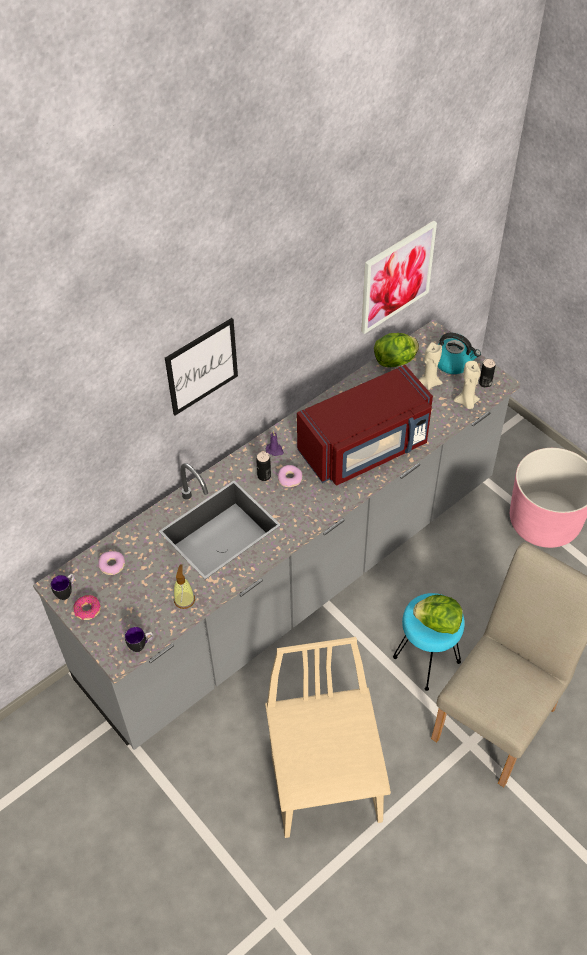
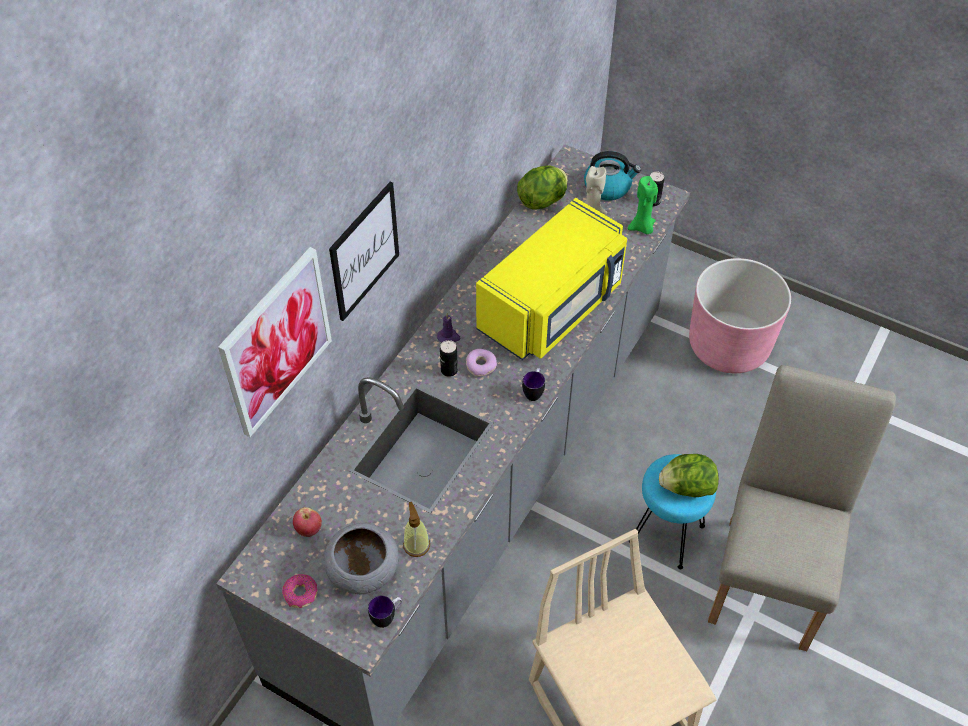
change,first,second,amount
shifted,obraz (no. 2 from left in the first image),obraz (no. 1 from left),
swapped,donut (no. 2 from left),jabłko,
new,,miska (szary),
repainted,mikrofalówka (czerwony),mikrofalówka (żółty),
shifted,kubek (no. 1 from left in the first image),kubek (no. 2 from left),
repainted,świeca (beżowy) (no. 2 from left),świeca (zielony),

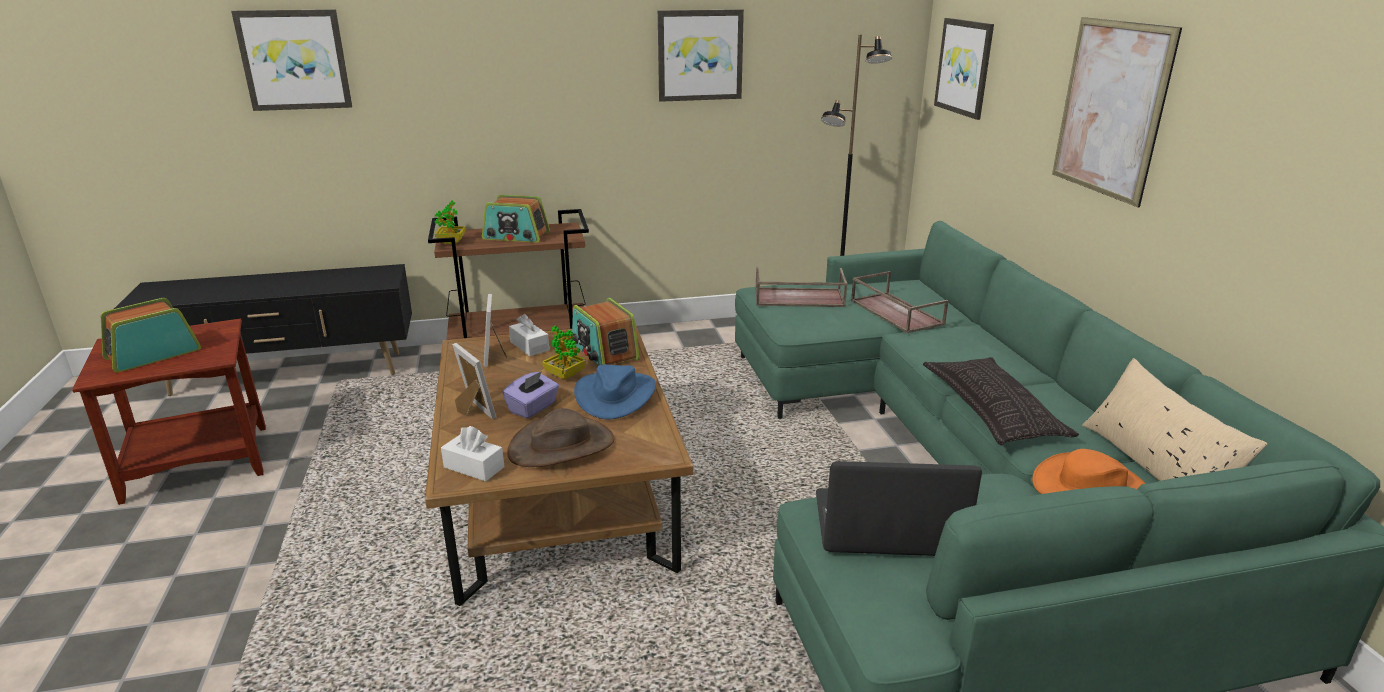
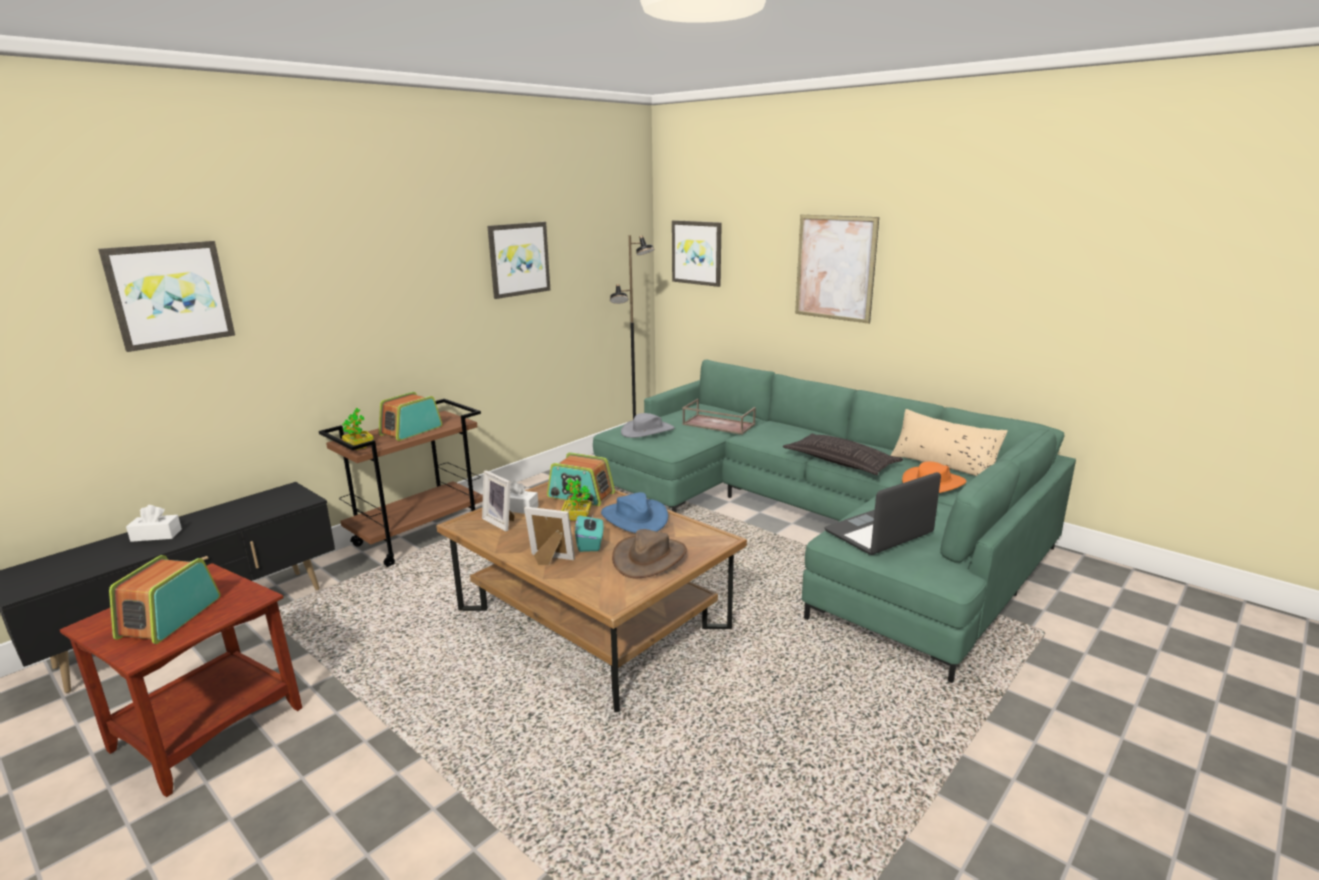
change,first,second,amount
shifted,pudełko chusteczek (biały) (no. 1 from left),,
rotated,radio (no. 2 from left),,150 degrees clockwise
repainted,pudełko chusteczek (fioletowy),pudełko chusteczek (turkusowy),
swapped,taca (brązowy) (no. 1 from left),kapelusz (szary),

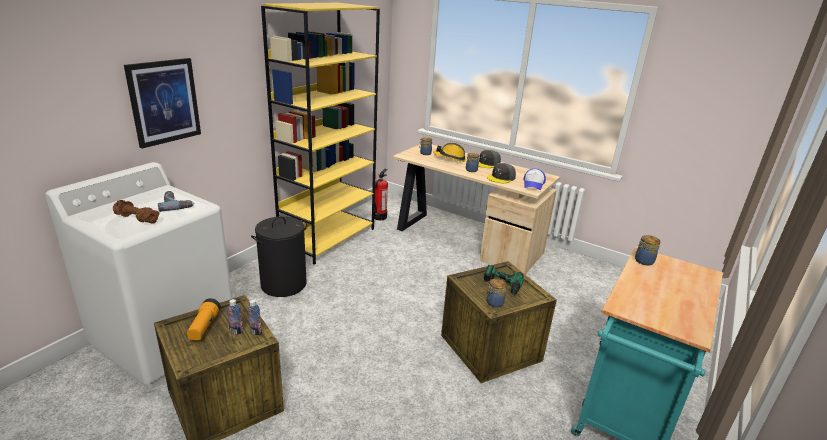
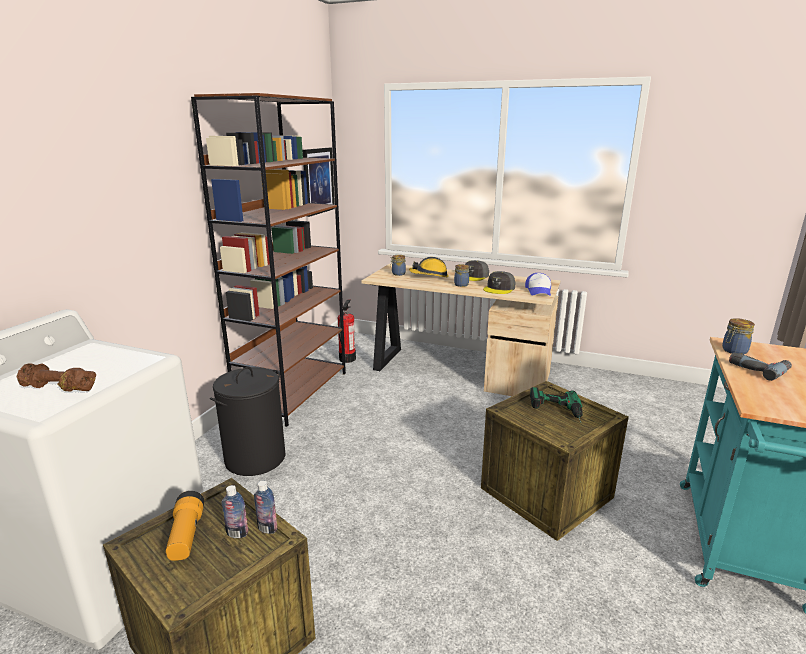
change,first,second,amount
repainted,regał (żółty),regał (brązowy),
shifted,obraz,,
shifted,wiertarka (no. 1 from left in the first image),wiertarka (no. 2 from left),
gone,słoik (no. 3 from left),,

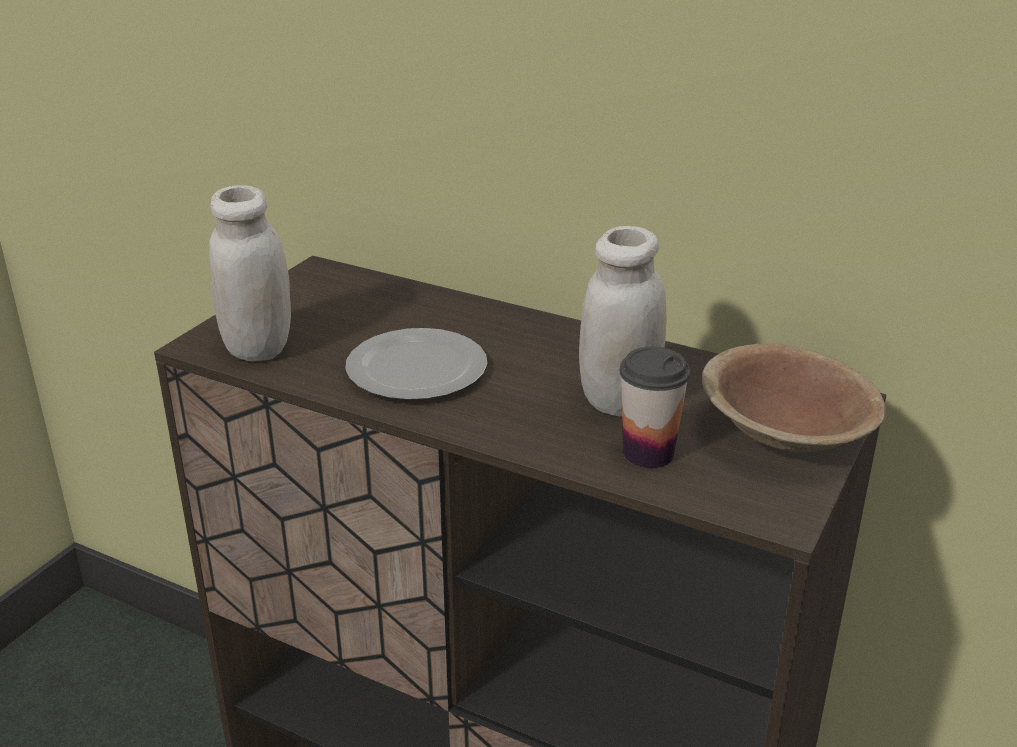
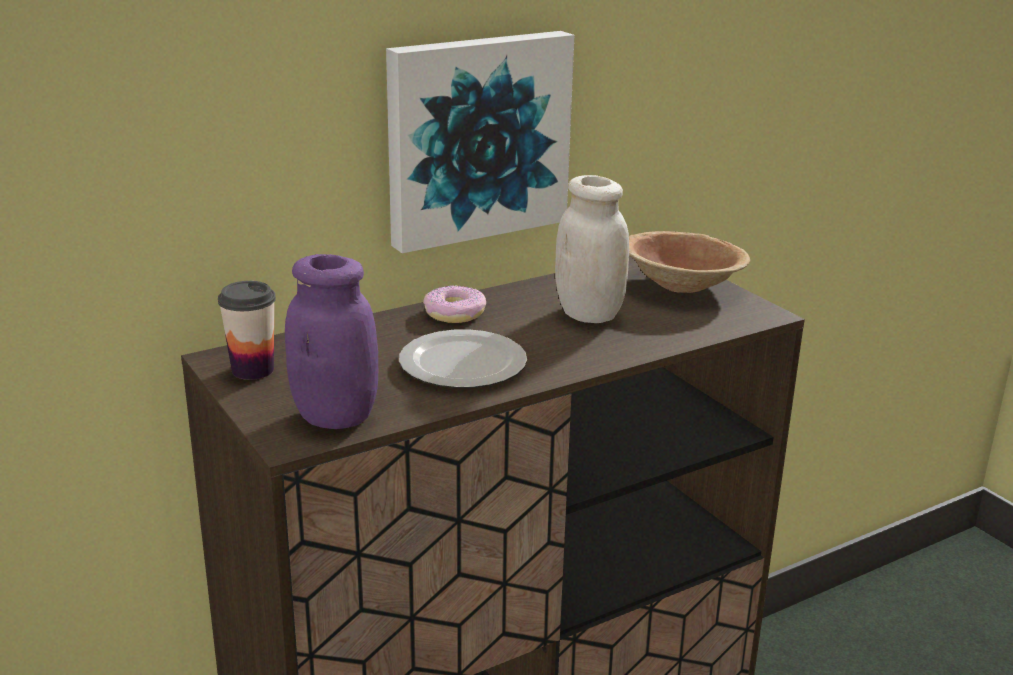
change,first,second,amount
shifted,filiżanka,,
repainted,słoik (biały) (no. 1 from left),słoik (fioletowy),
new,,obraz,
new,,donut,

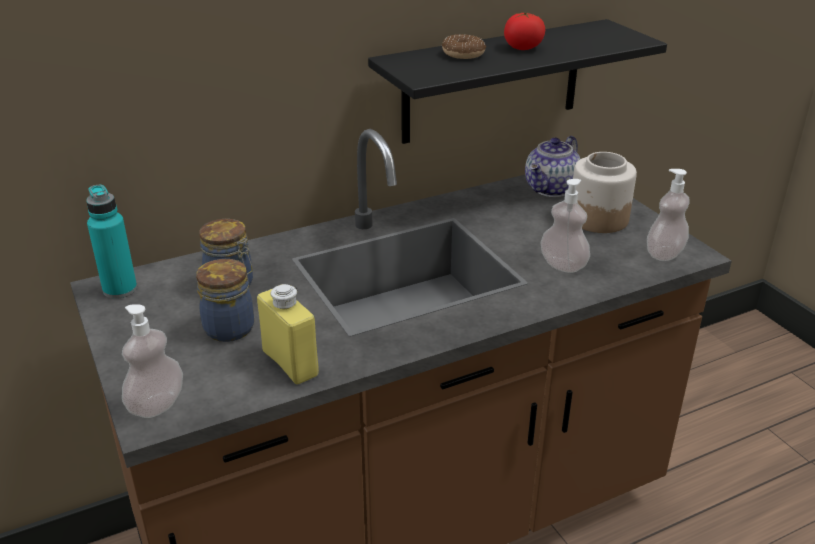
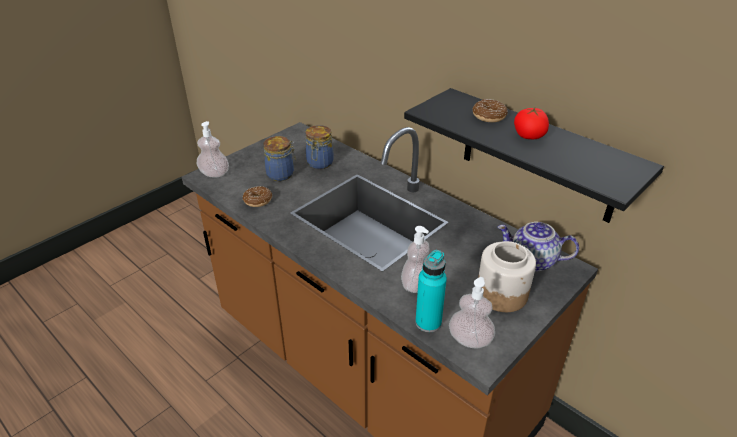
change,first,second,amount
swapped,butelka (żółty),donut (no. 1 from left),
shifted,butelka (turkusowy),,

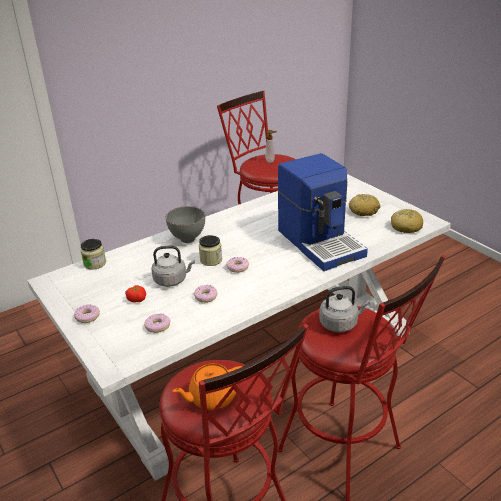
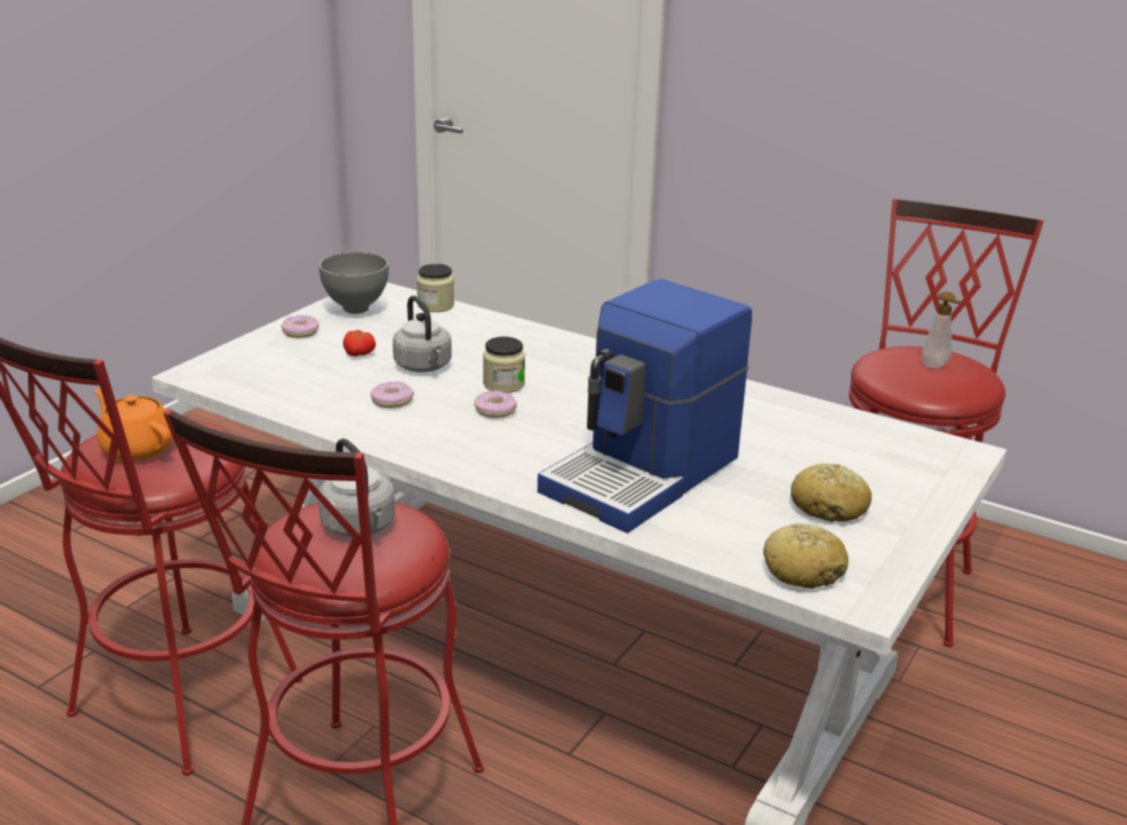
change,first,second,amount
shifted,miska (szary),,
gone,donut (no. 2 from left),,

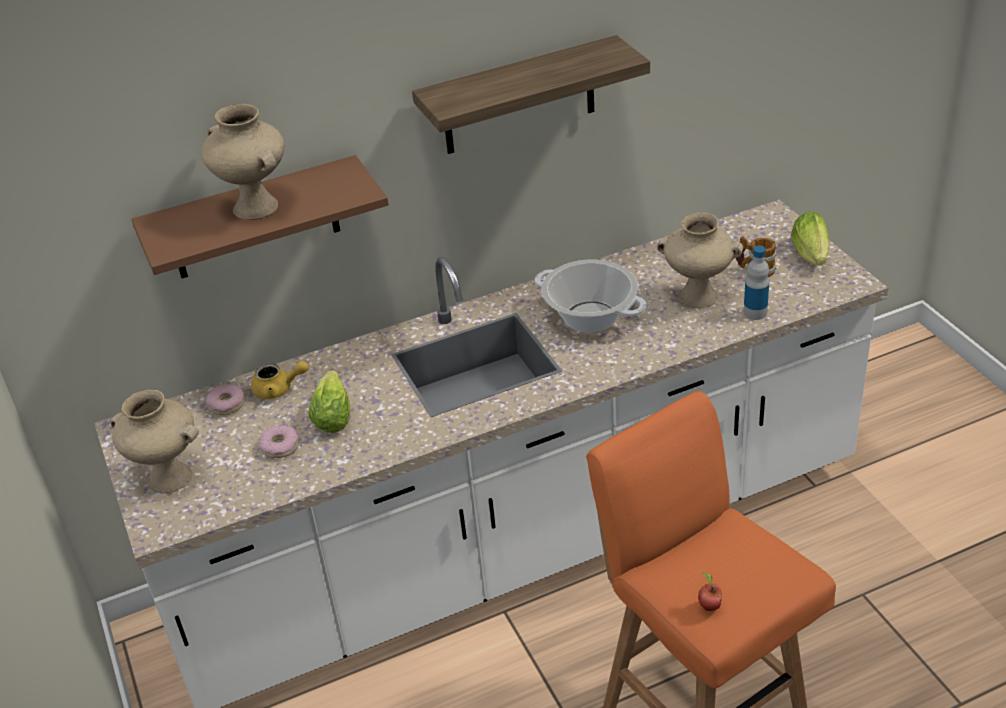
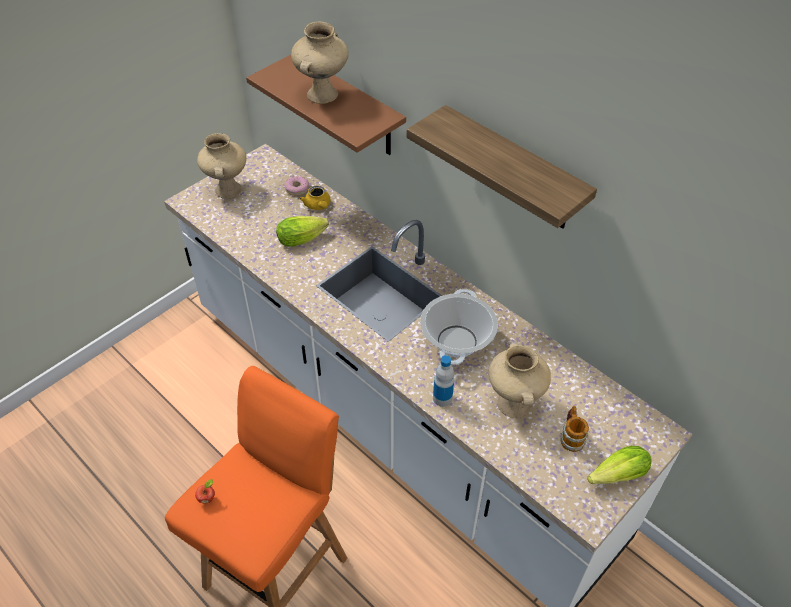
change,first,second,amount
shifted,butelka,,
gone,donut (no. 2 from left),,

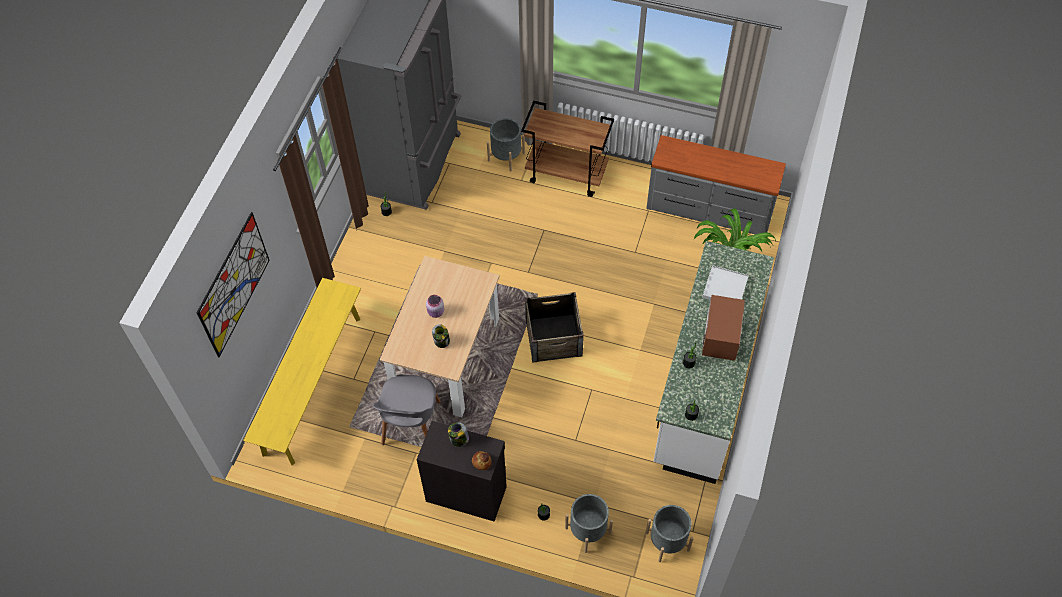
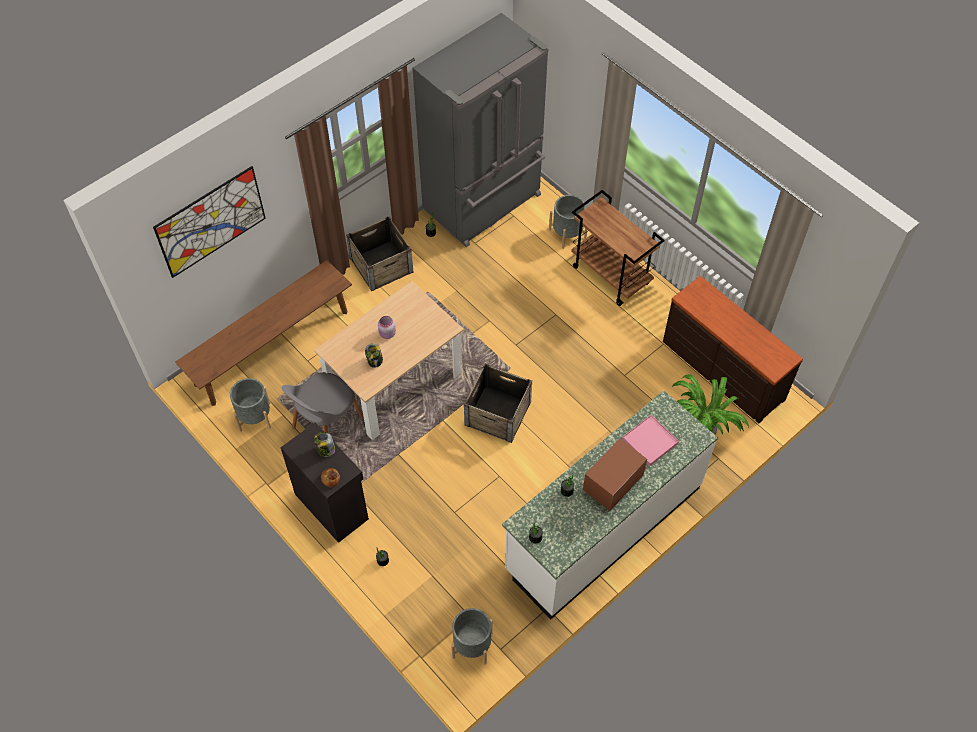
change,first,second,amount
repainted,ławka (żółty),ławka (brązowy),
shifted,donica (szary) (no. 2 from left in the first image),donica (szary) (no. 1 from left),
new,,skrzynka (no. 1 from left),
repainted,taca (biały),taca (różowy),
repainted,komoda (szary),komoda (brązowy),

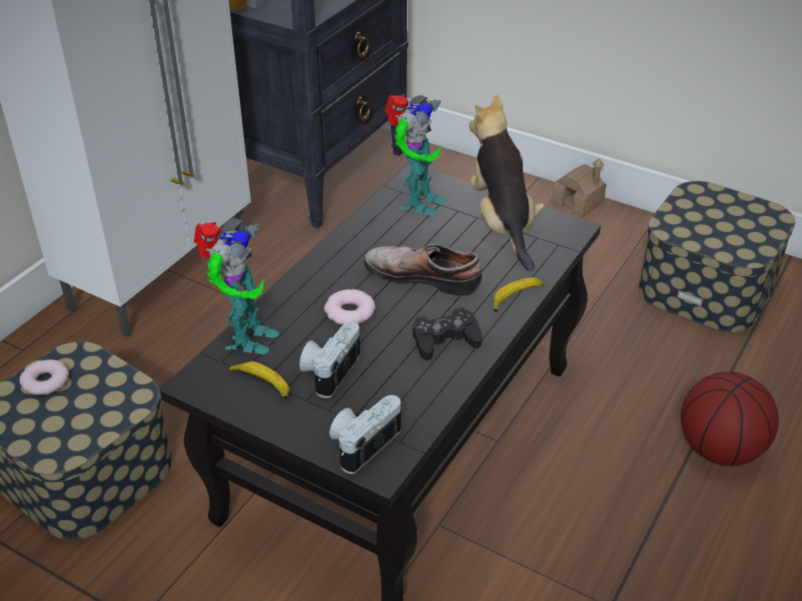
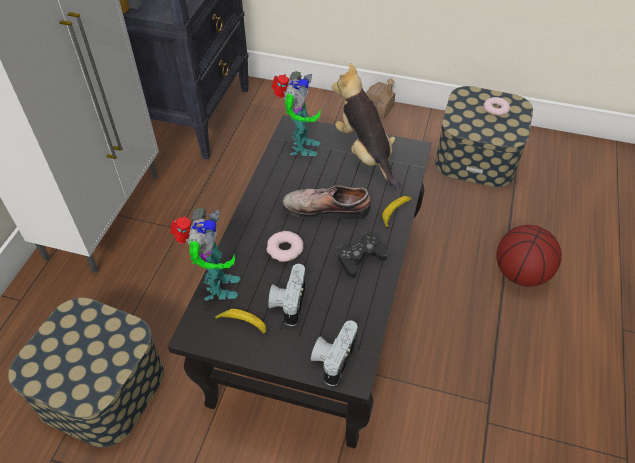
change,first,second,amount
shifted,donut (no. 1 from left in the first image),donut (no. 2 from left),

